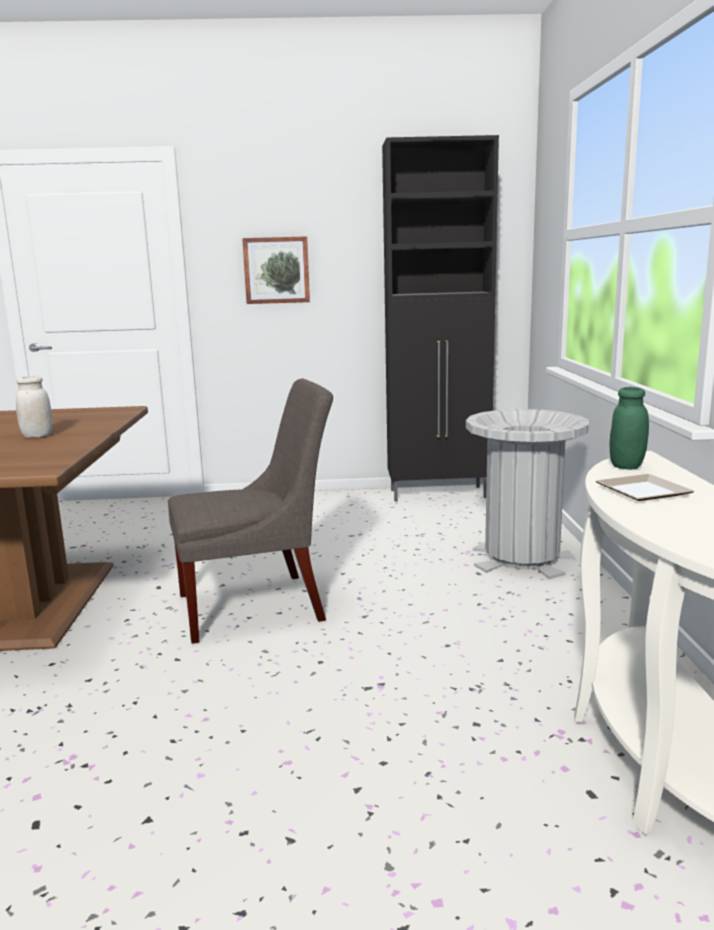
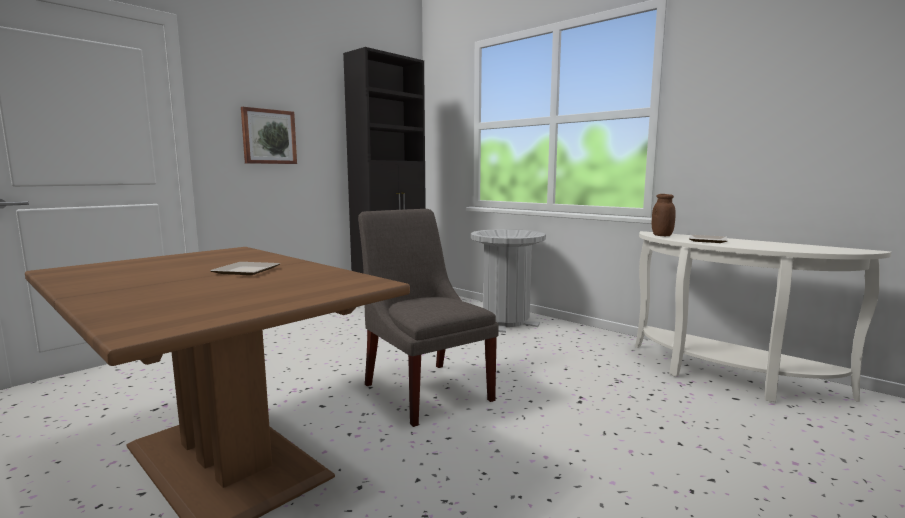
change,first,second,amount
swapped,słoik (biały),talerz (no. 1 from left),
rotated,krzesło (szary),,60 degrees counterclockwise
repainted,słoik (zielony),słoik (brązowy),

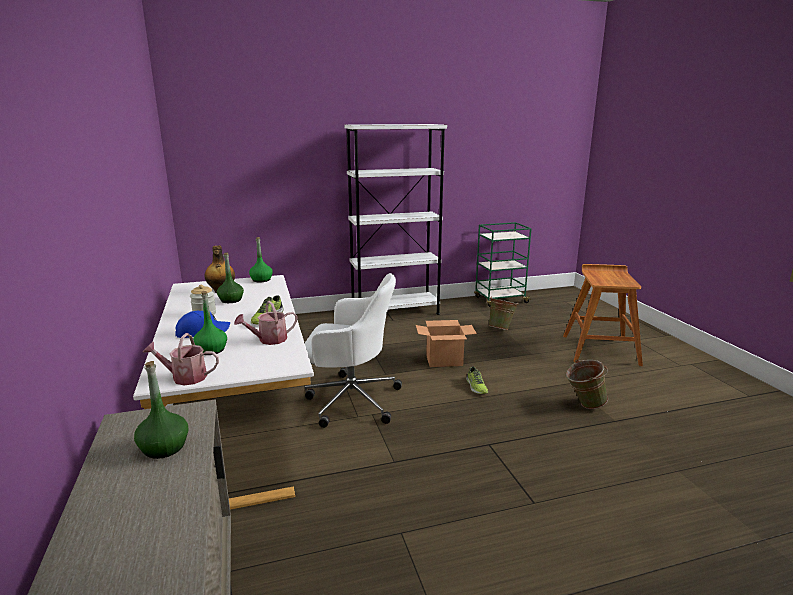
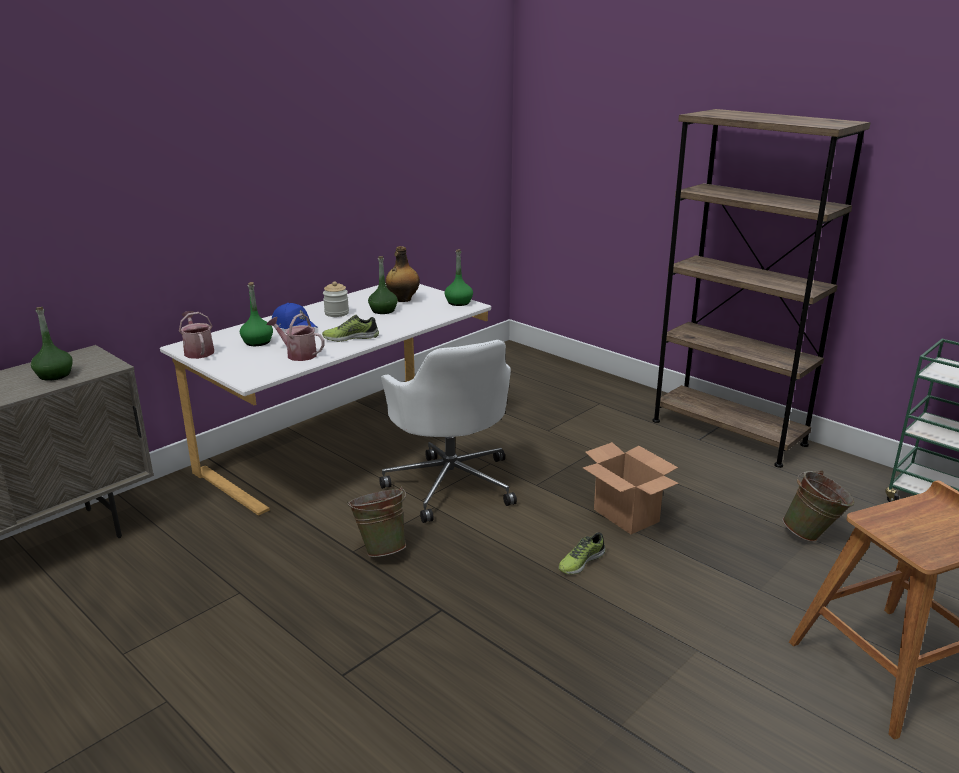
change,first,second,amount
shifted,wiadro (zielony) (no. 2 from left in the first image),wiadro (zielony) (no. 1 from left),
repainted,regał (biały),regał (brązowy),

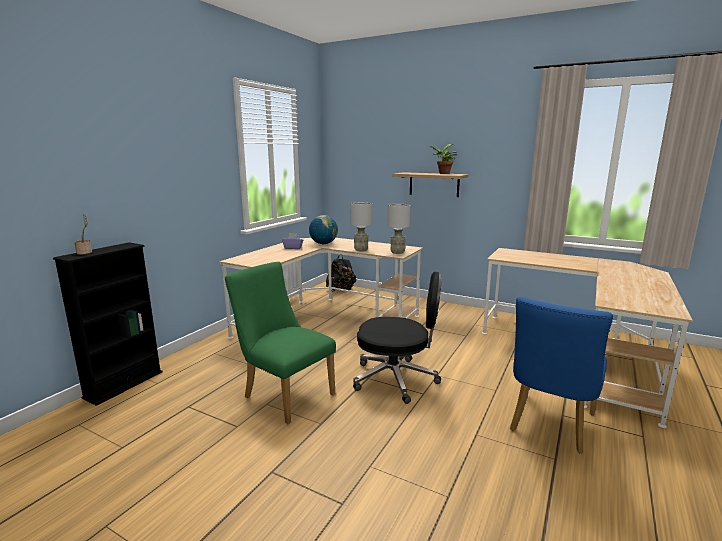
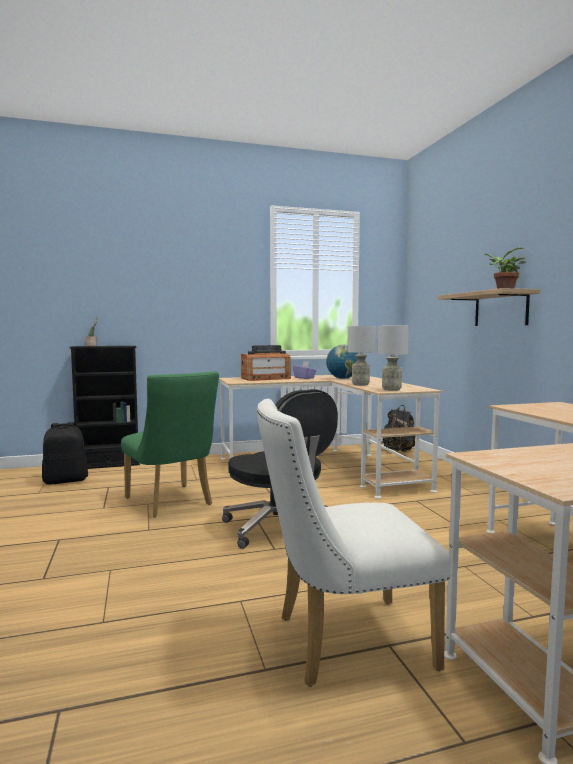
change,first,second,amount
new,,plecak (czarny) (no. 1 from left),
rotated,krzesło (zielony),,150 degrees clockwise
new,,radio,
repainted,krzesło (niebieski),krzesło (biały),

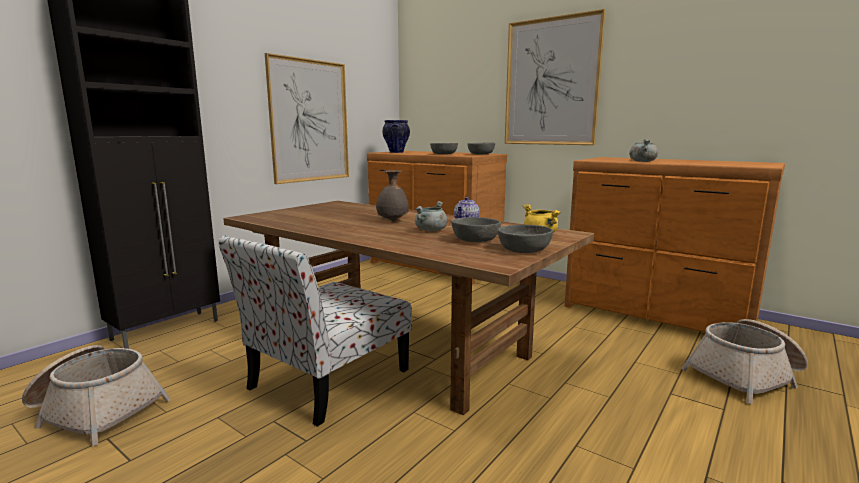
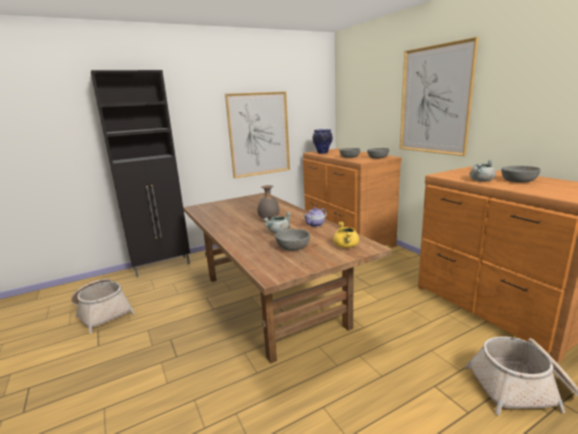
change,first,second,amount
shifted,miska (szary) (no. 4 from left),,
gone,krzesło,,

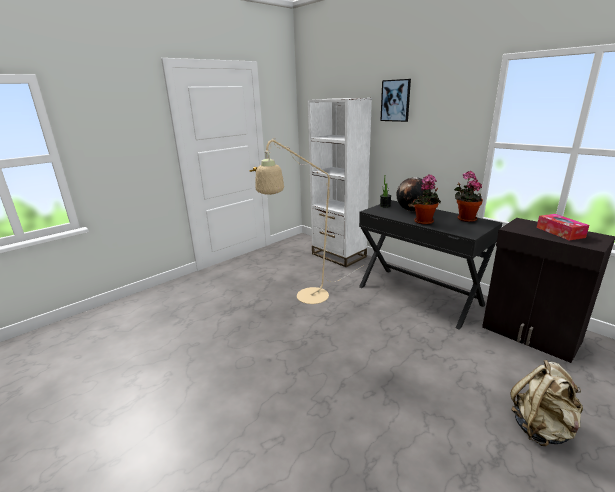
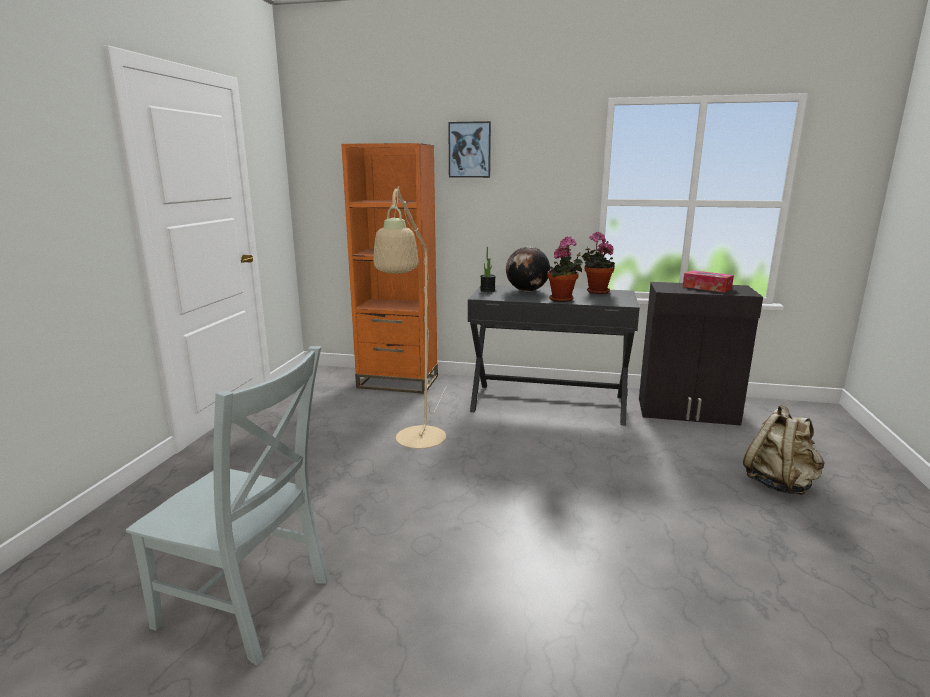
change,first,second,amount
new,,krzesło (szary),
repainted,regał (biały),regał (pomarańczowy),

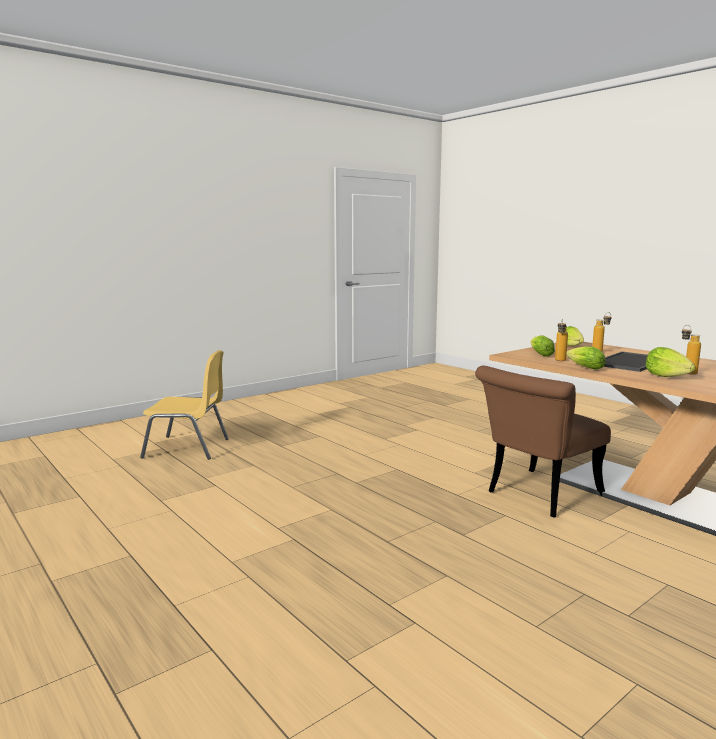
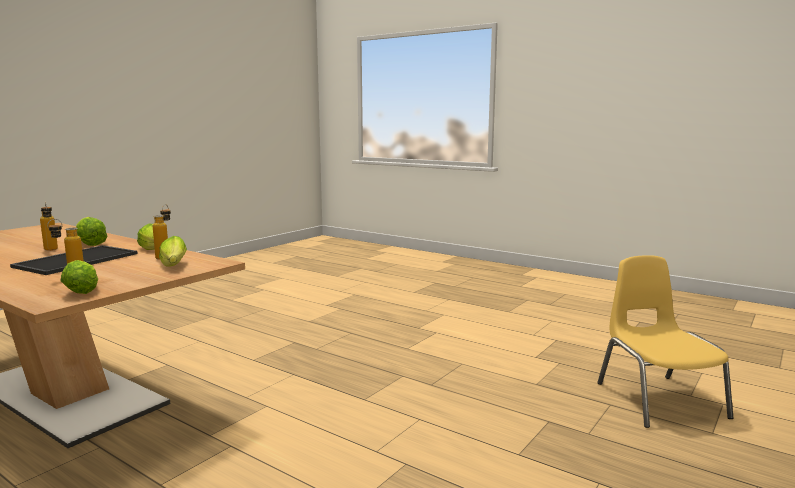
change,first,second,amount
rotated,krzesło (żółty),,90 degrees clockwise
gone,krzesło (brązowy),,

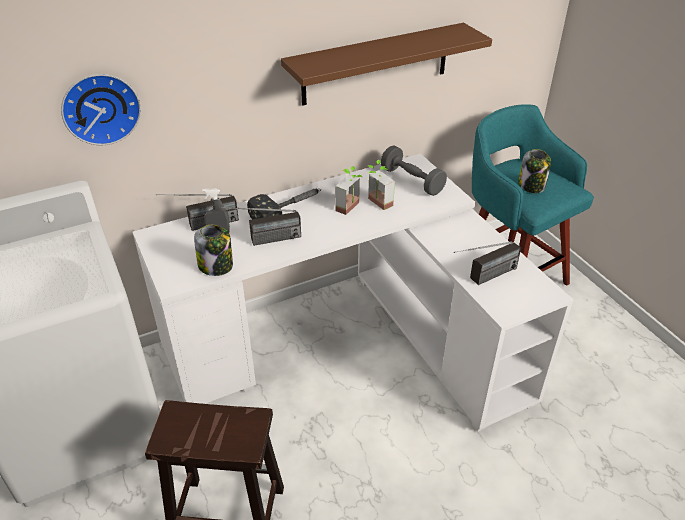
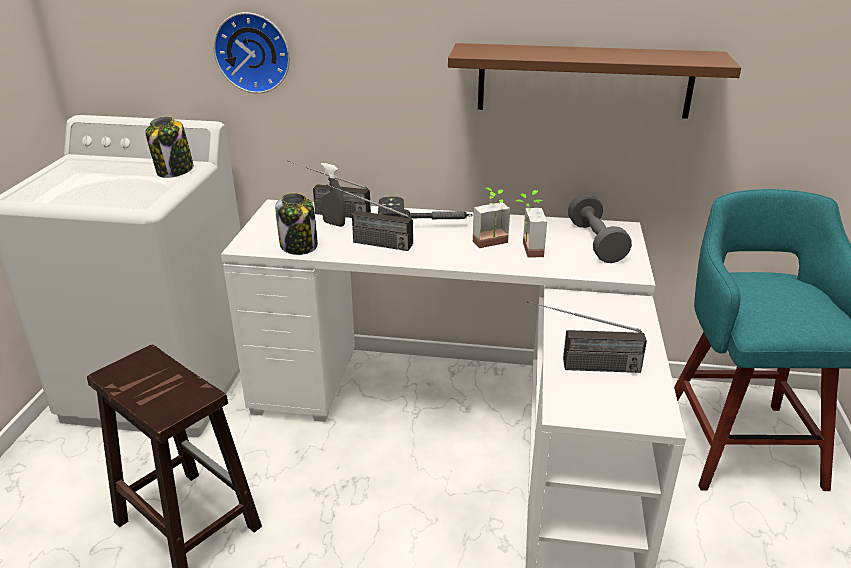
change,first,second,amount
shifted,słoik (no. 2 from left in the first image),słoik (no. 1 from left),

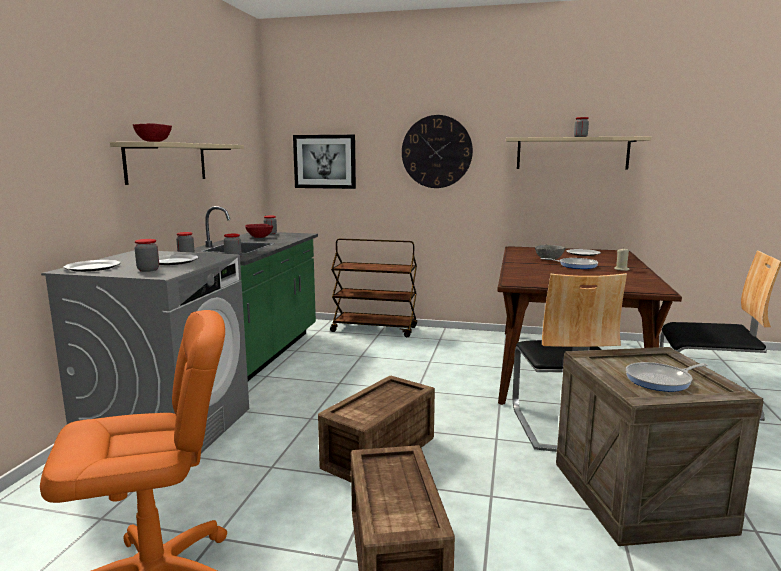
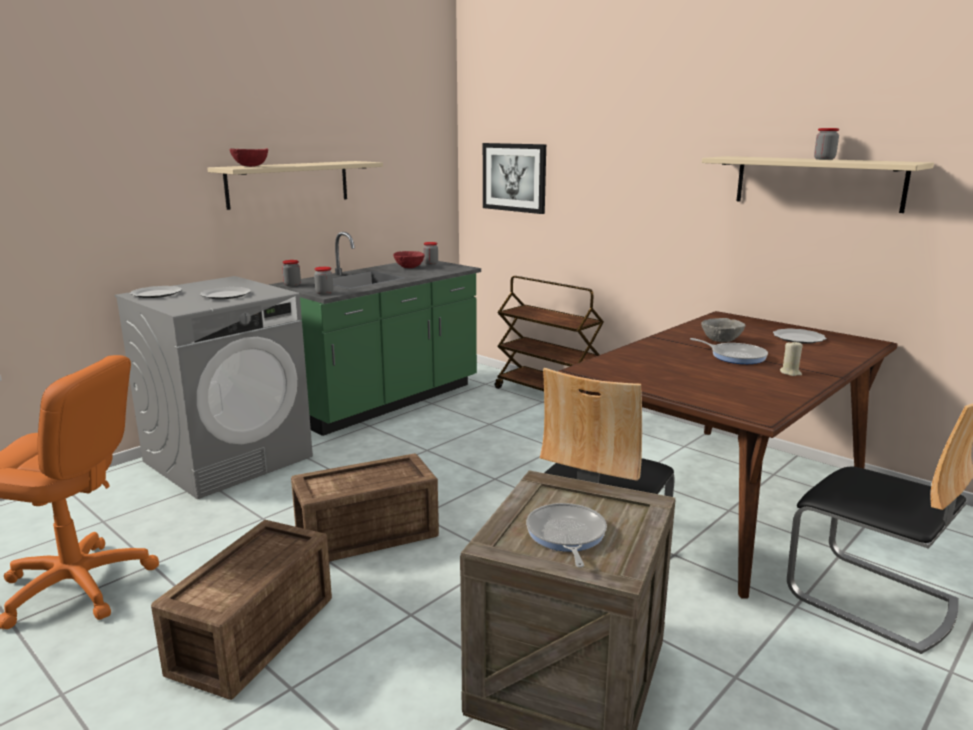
change,first,second,amount
rotated,patelnia (no. 2 from left in the first image),patelnia (no. 1 from left),75 degrees clockwise
gone,słoik (no. 1 from left),,
gone,zegar ścienny,,

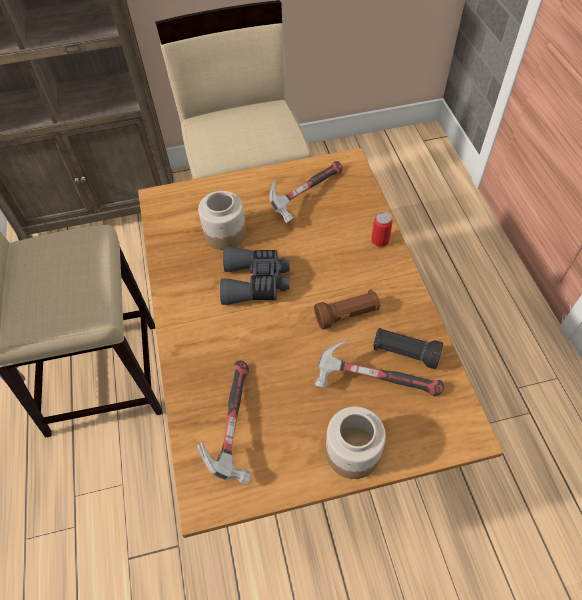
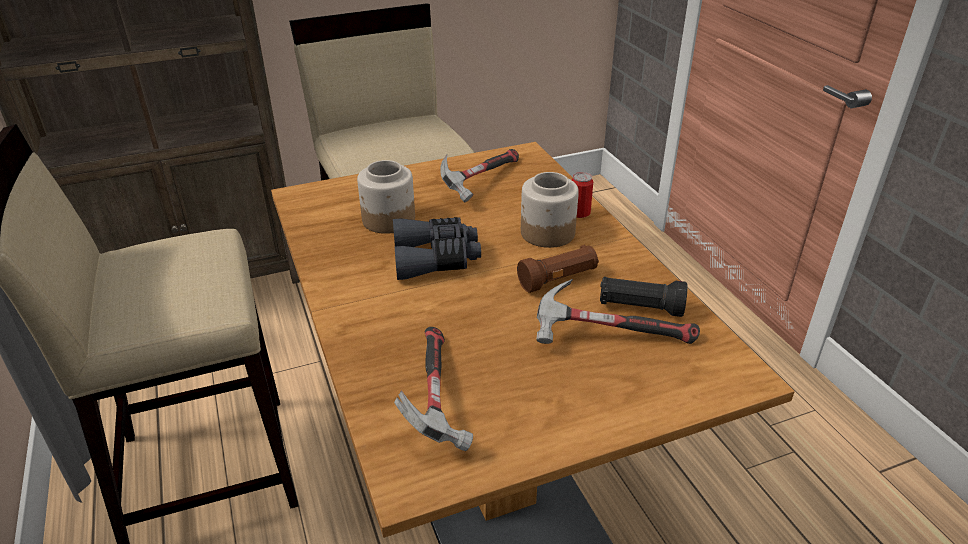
change,first,second,amount
shifted,słoik (no. 2 from left),,

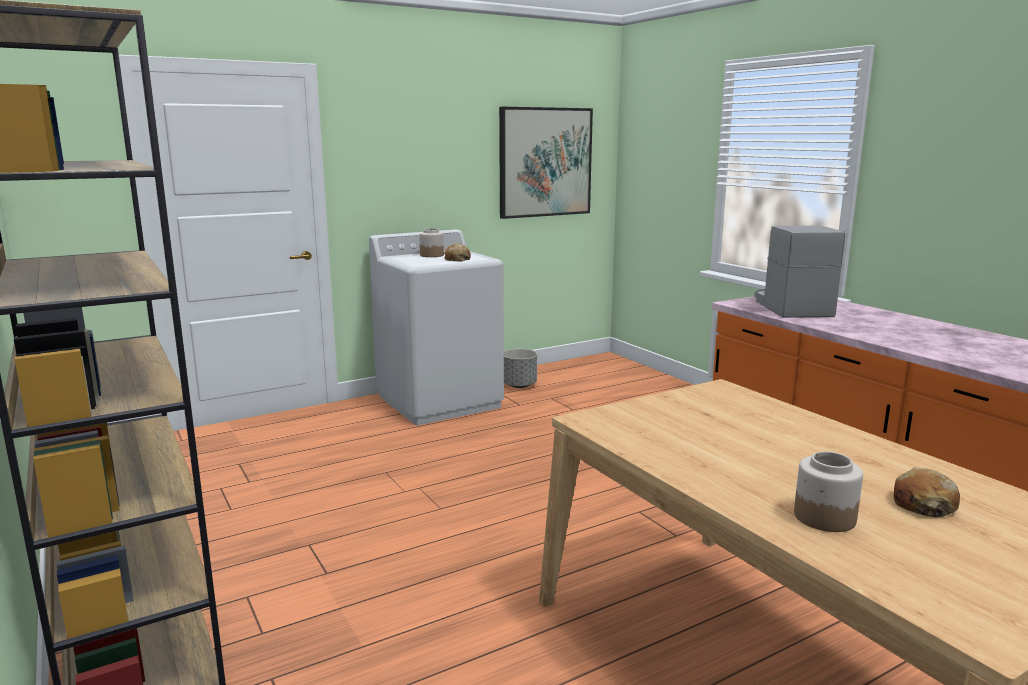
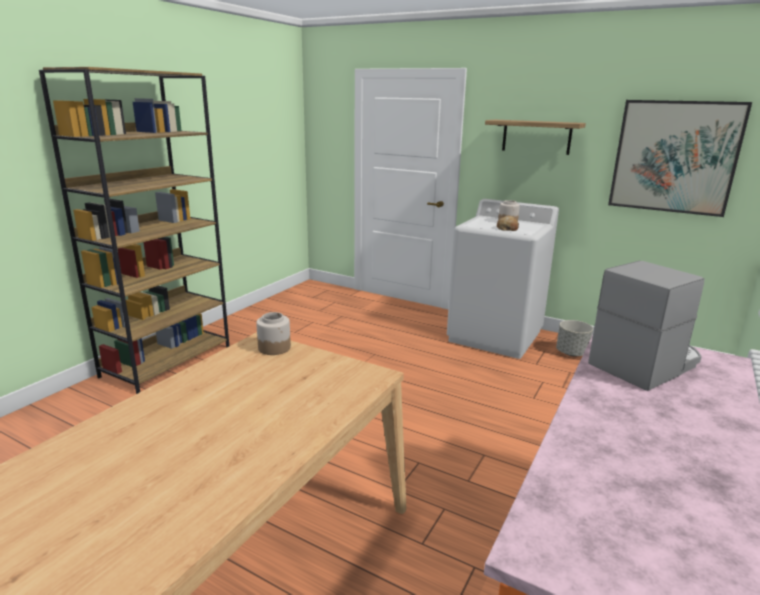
change,first,second,amount
shifted,słoik (no. 2 from left in the first image),słoik (no. 1 from left),
new,,półka,
gone,chleb (no. 2 from left),,

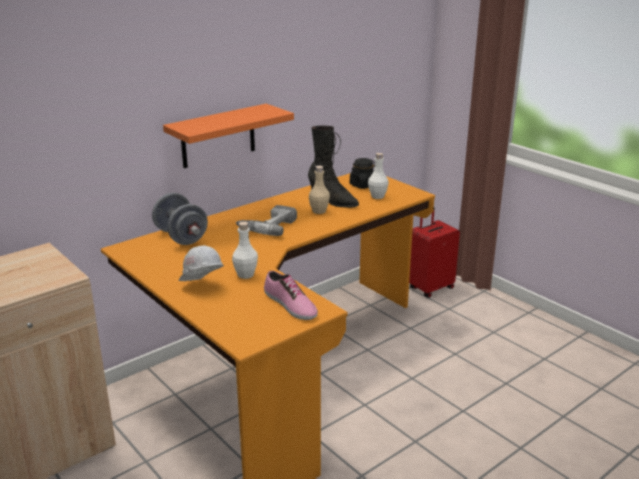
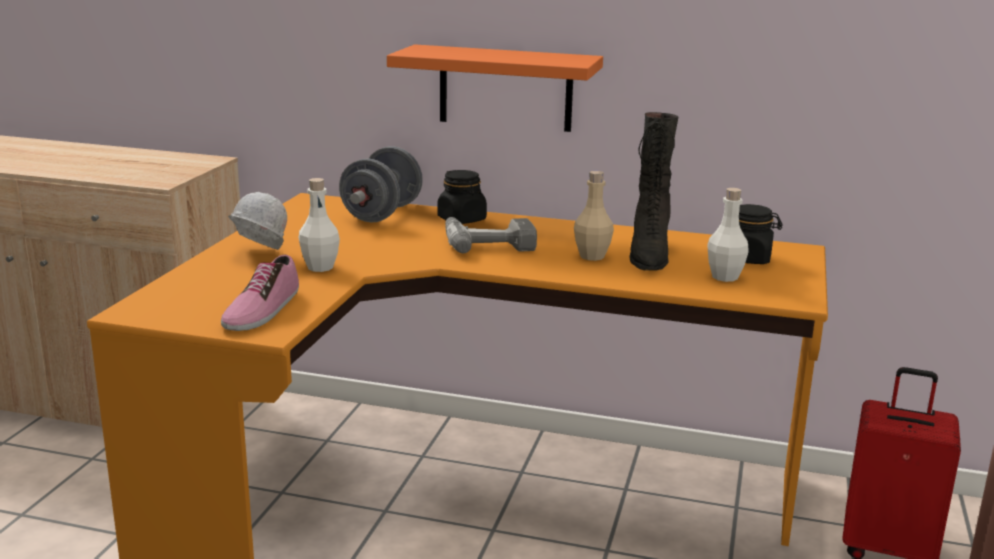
change,first,second,amount
new,,słoik (czarny) (no. 1 from left),

